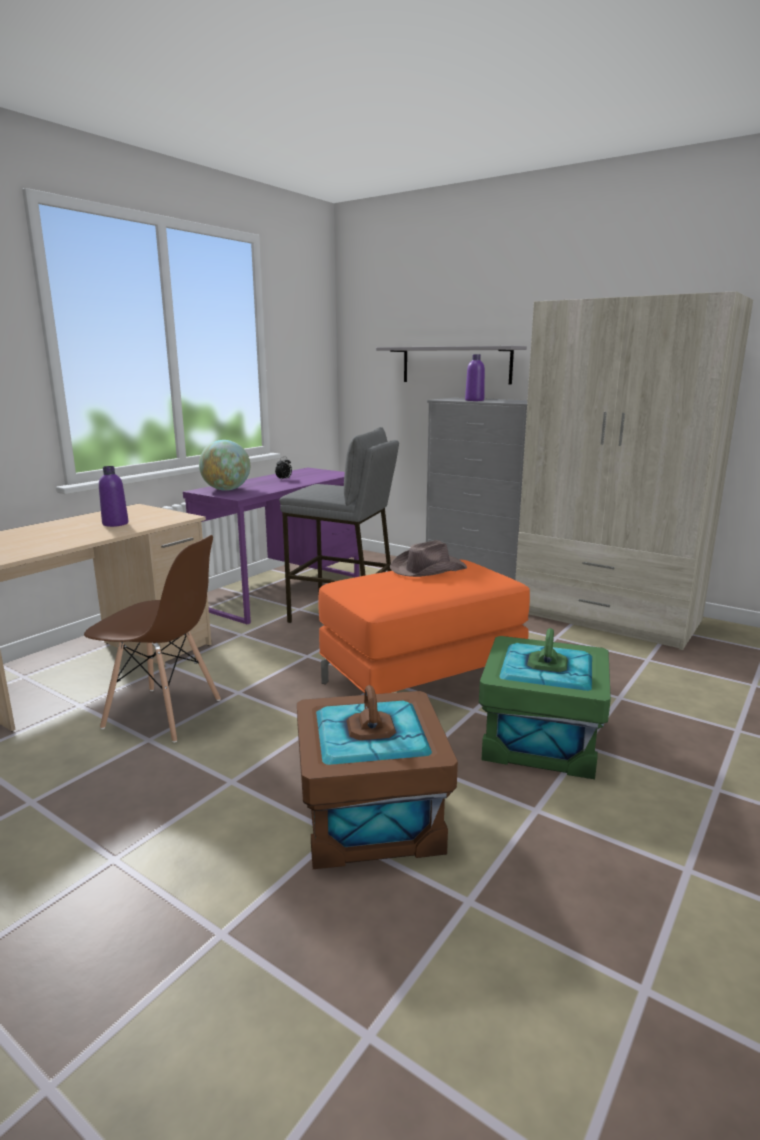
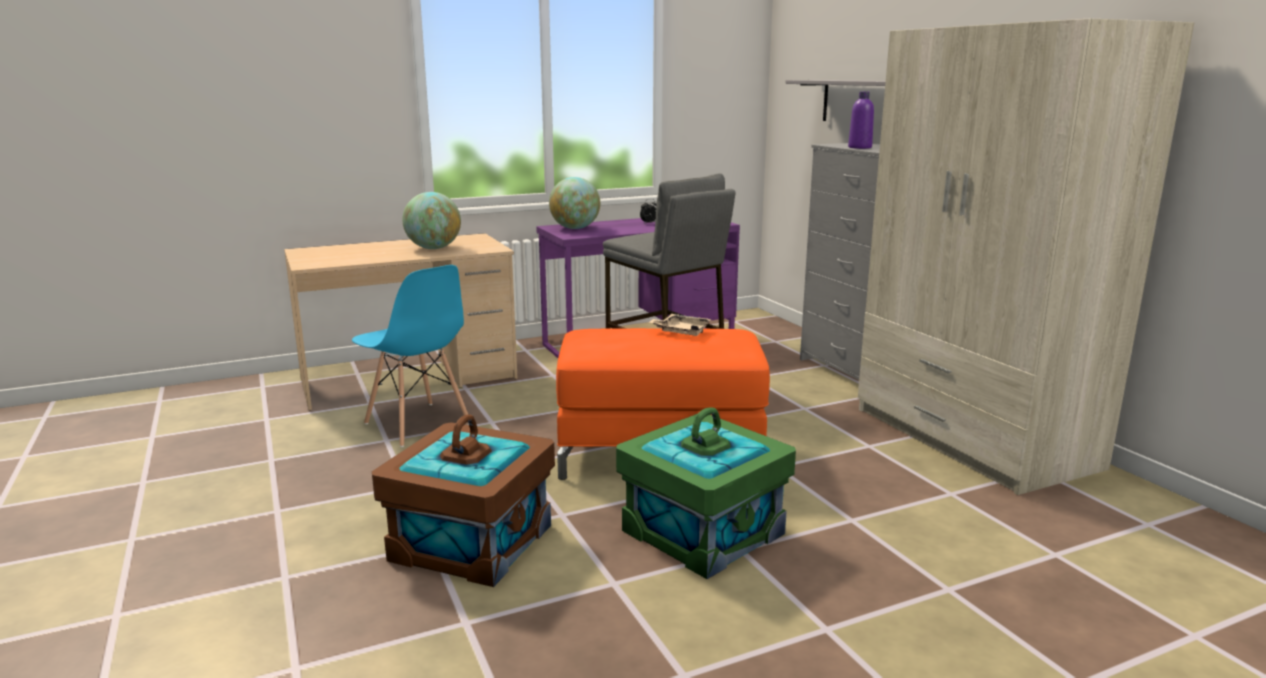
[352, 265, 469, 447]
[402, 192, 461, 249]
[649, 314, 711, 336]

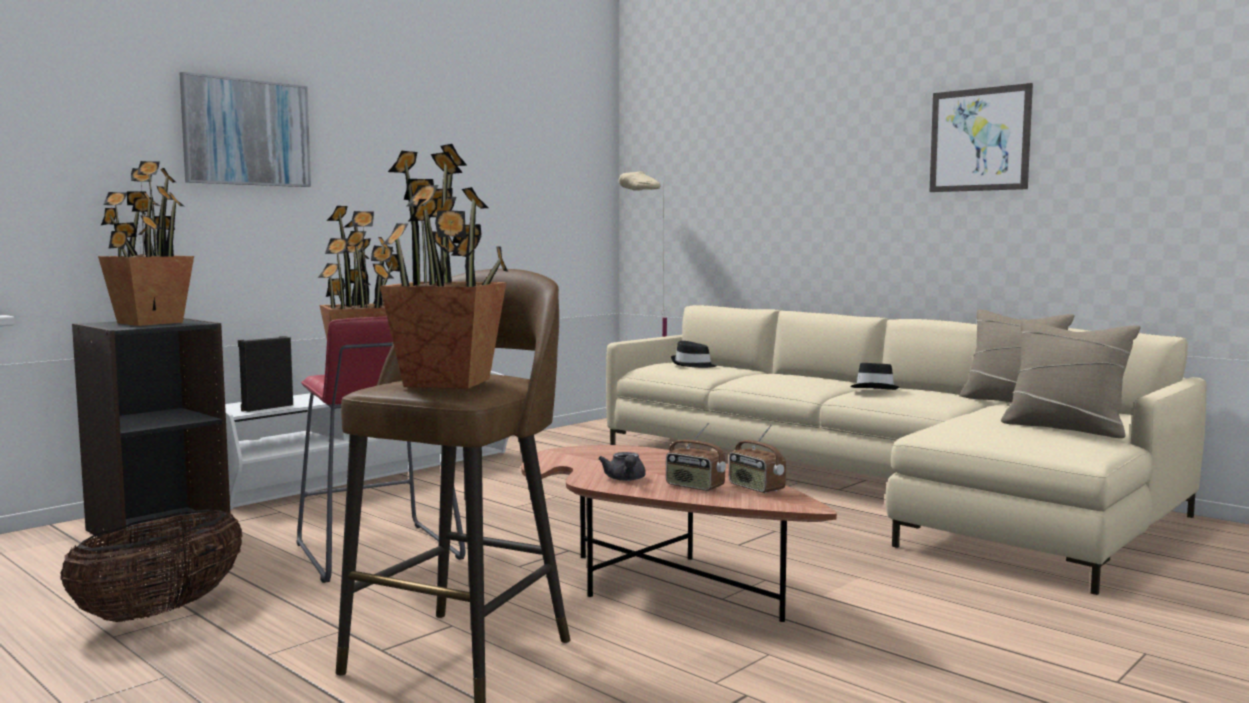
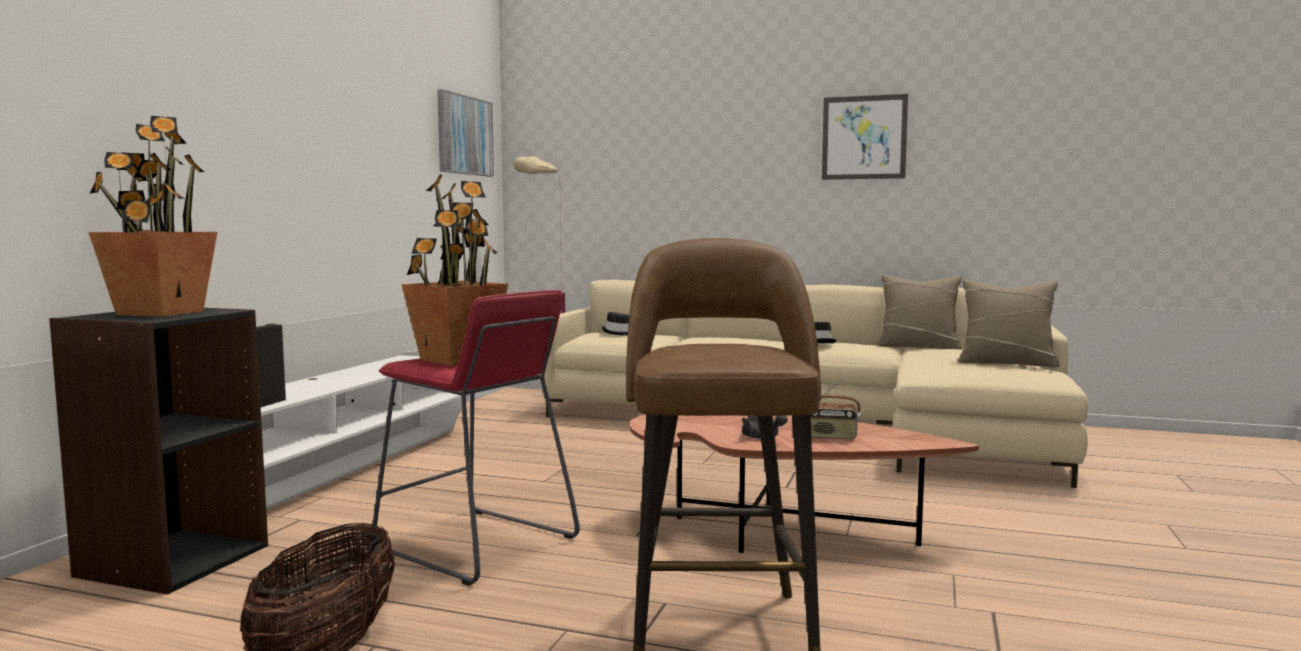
[437, 89, 494, 177]
[380, 144, 508, 389] (first image)
[729, 425, 786, 493] (first image)

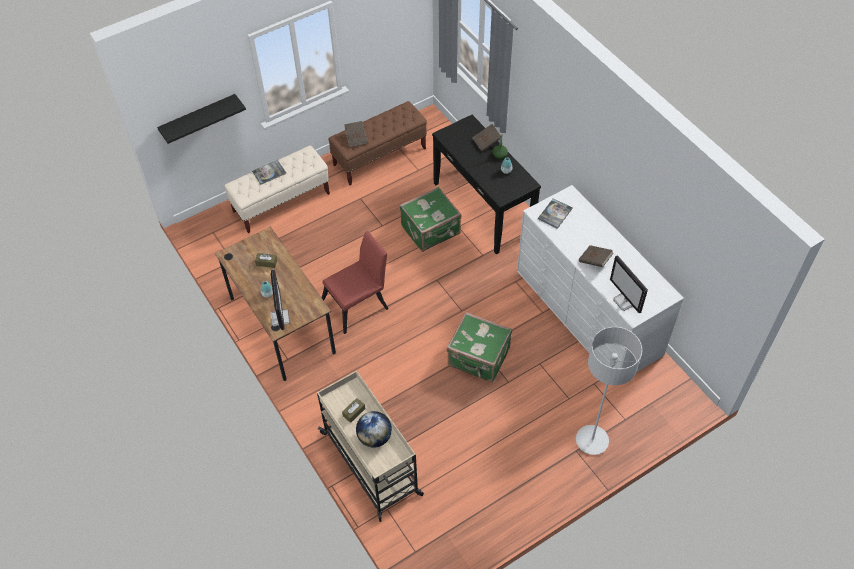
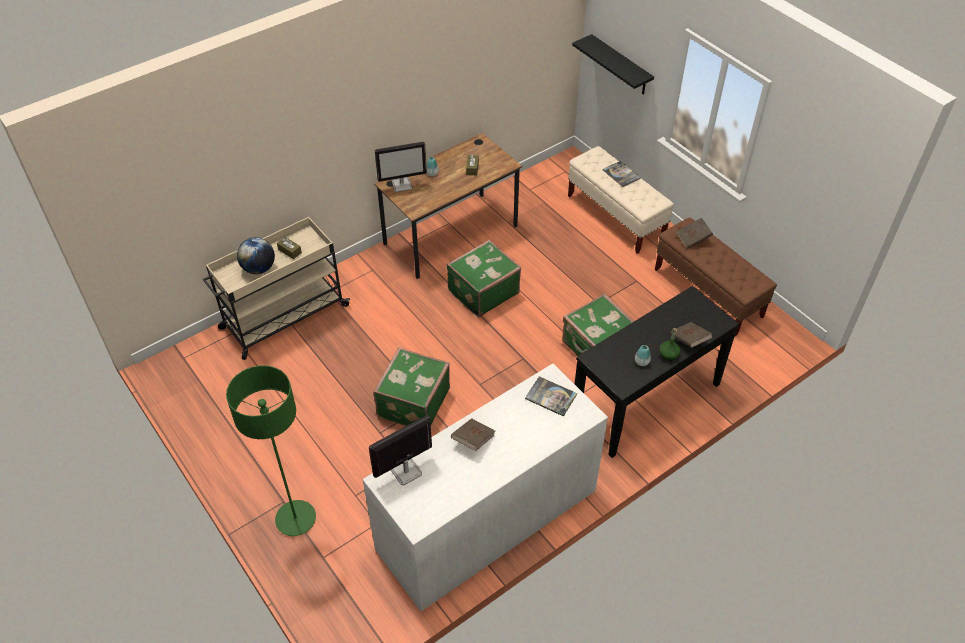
[226, 365, 316, 536]
[447, 240, 521, 318]

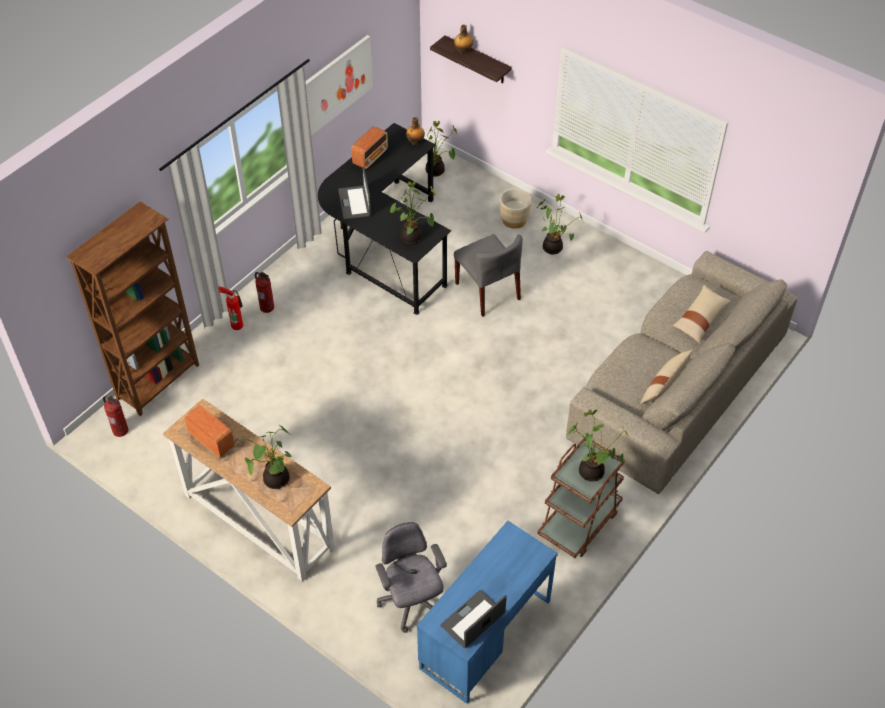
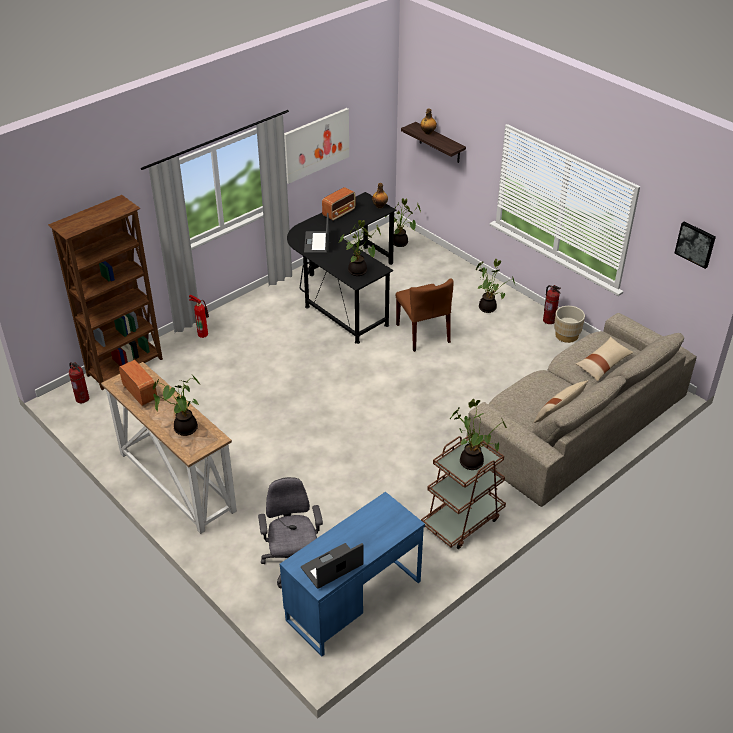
[396, 278, 454, 352]
[543, 285, 561, 324]
[554, 306, 585, 343]
[674, 222, 716, 269]

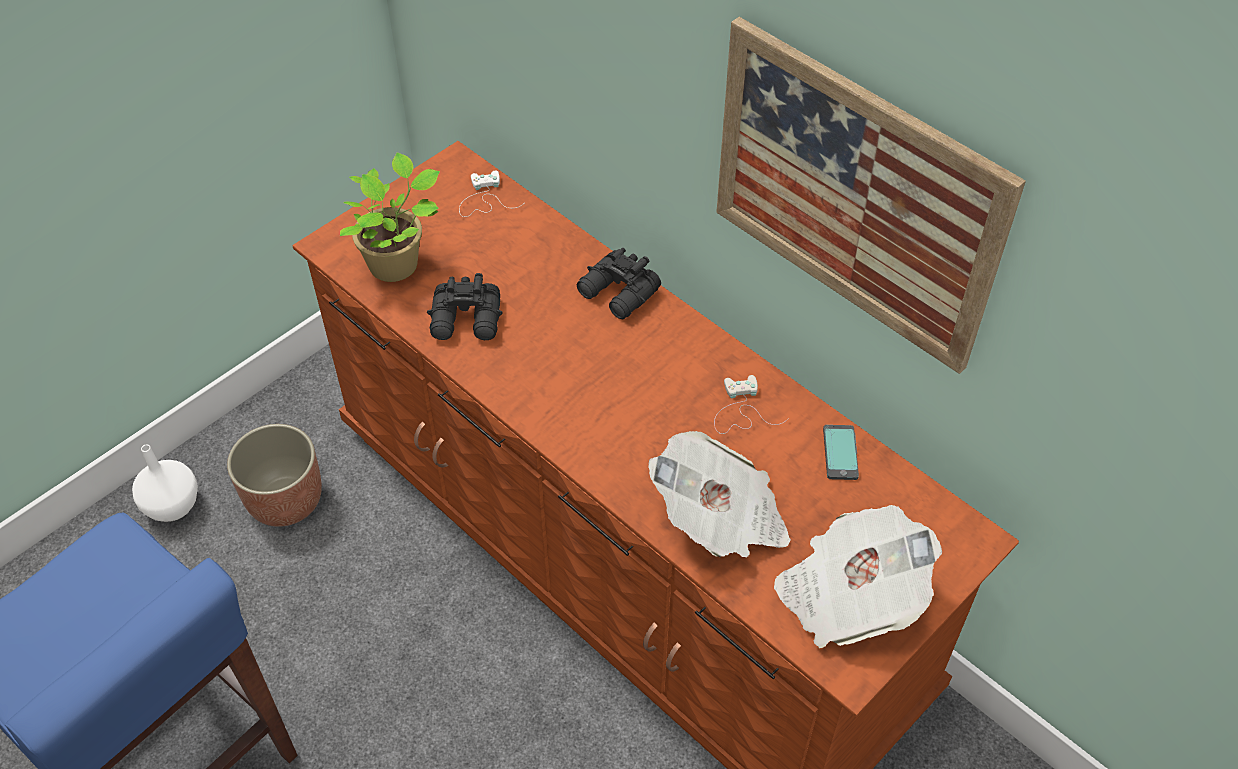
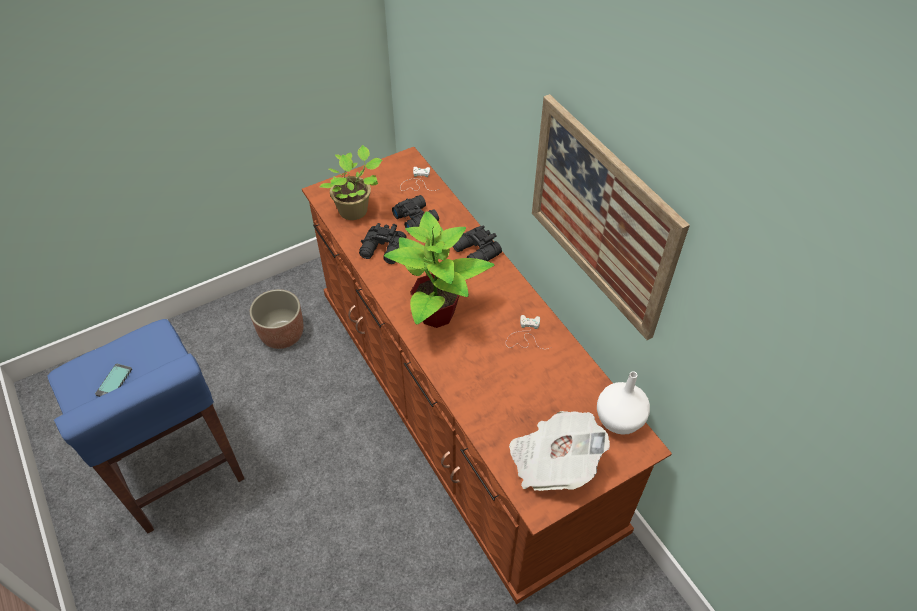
[95, 363, 132, 397]
[384, 211, 495, 328]
[392, 195, 439, 234]
[597, 371, 650, 435]
[648, 431, 791, 558] (first image)

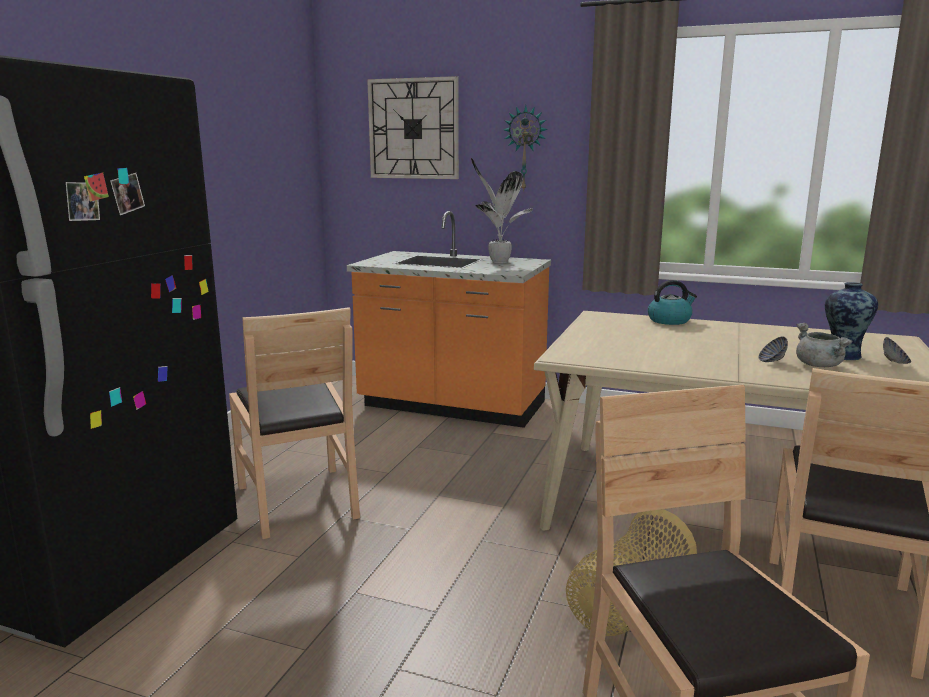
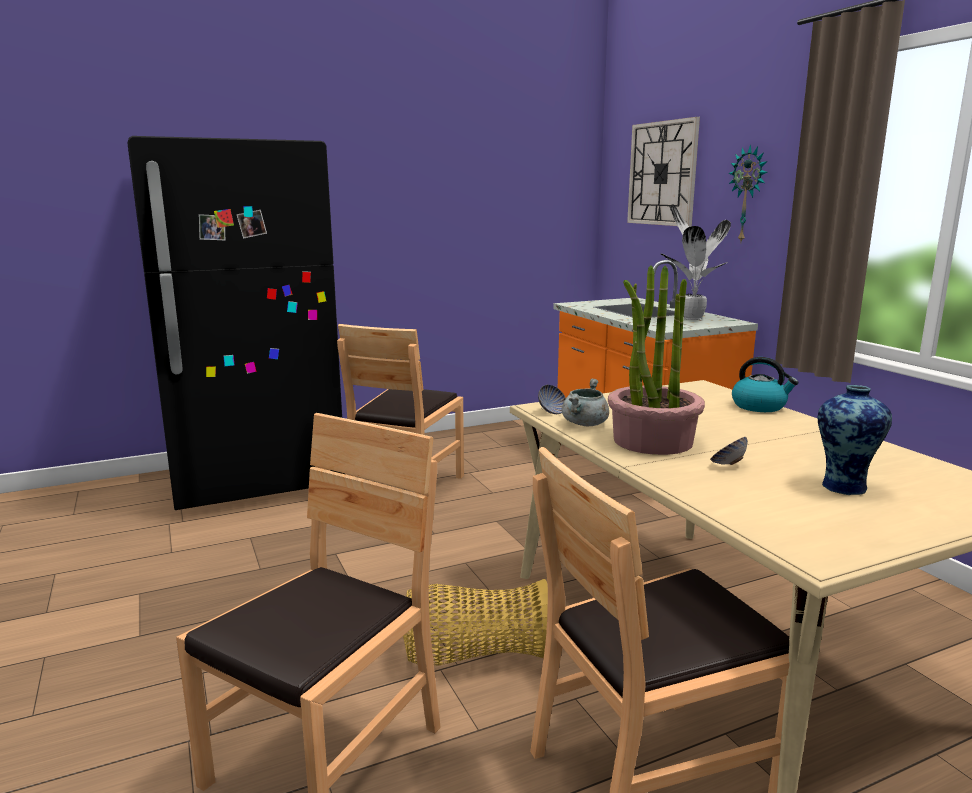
[538, 385, 566, 414]
[562, 379, 609, 426]
[608, 265, 705, 455]

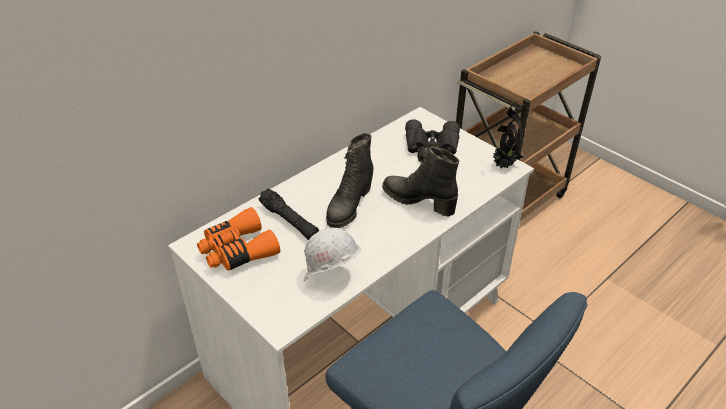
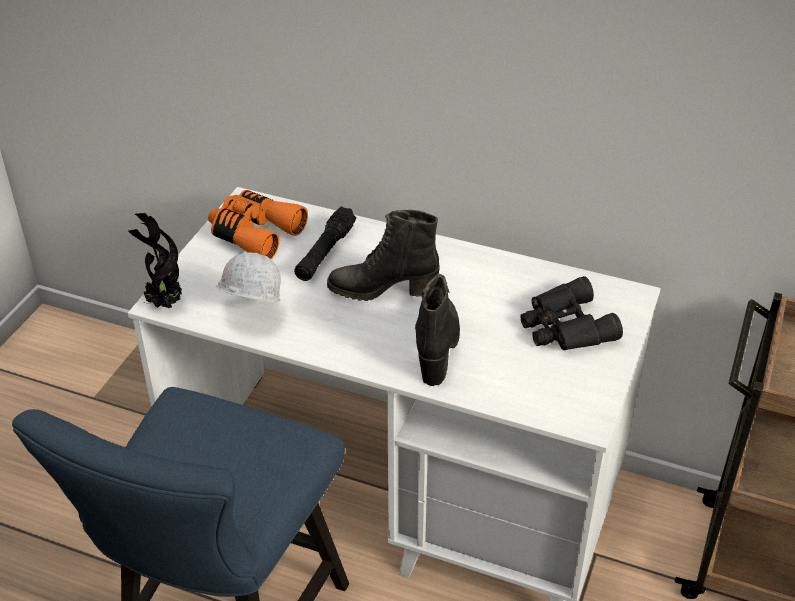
[129, 213, 182, 308]

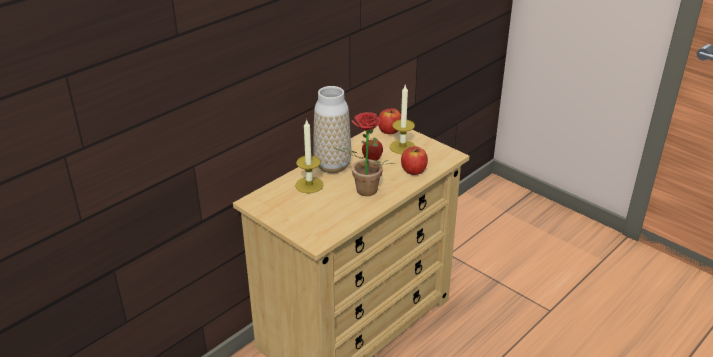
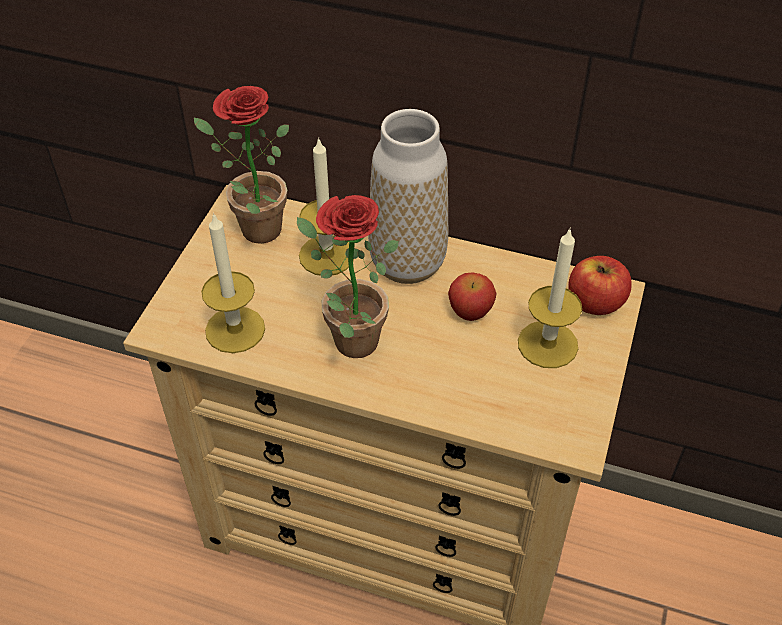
[194, 86, 289, 244]
[201, 213, 265, 353]
[401, 146, 428, 175] (first image)

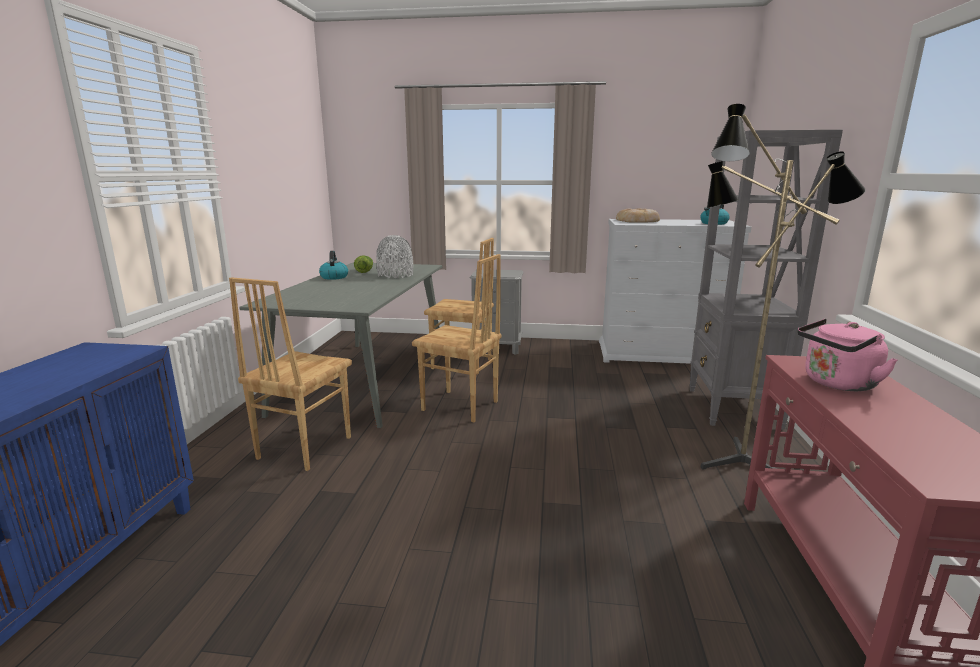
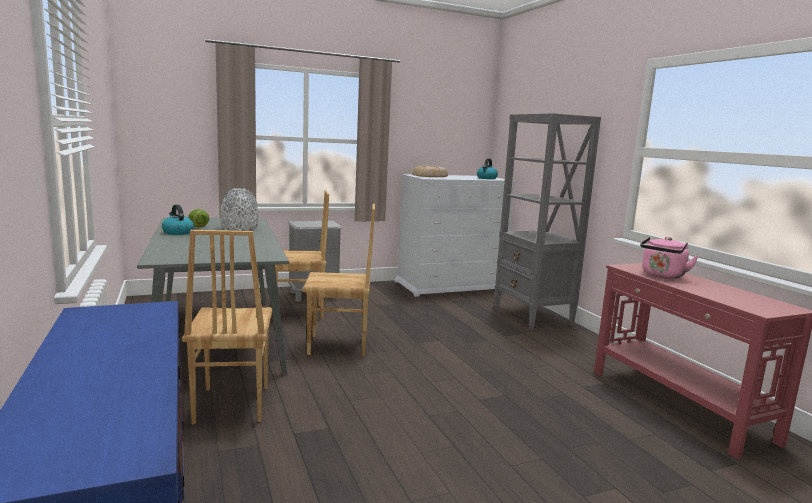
[701, 104, 866, 469] (first image)

